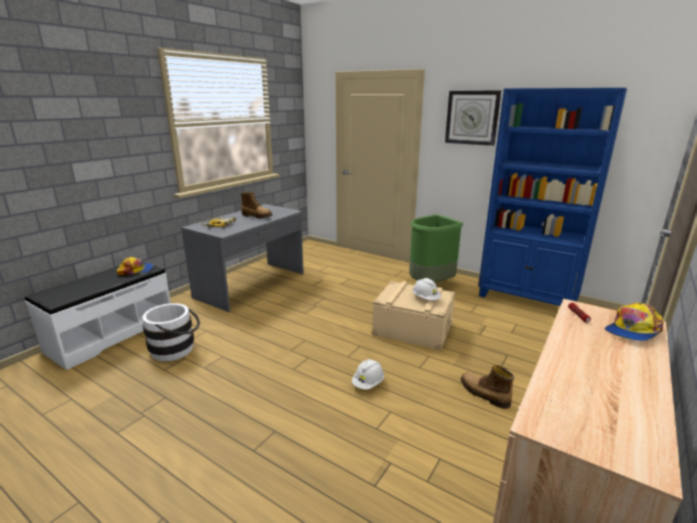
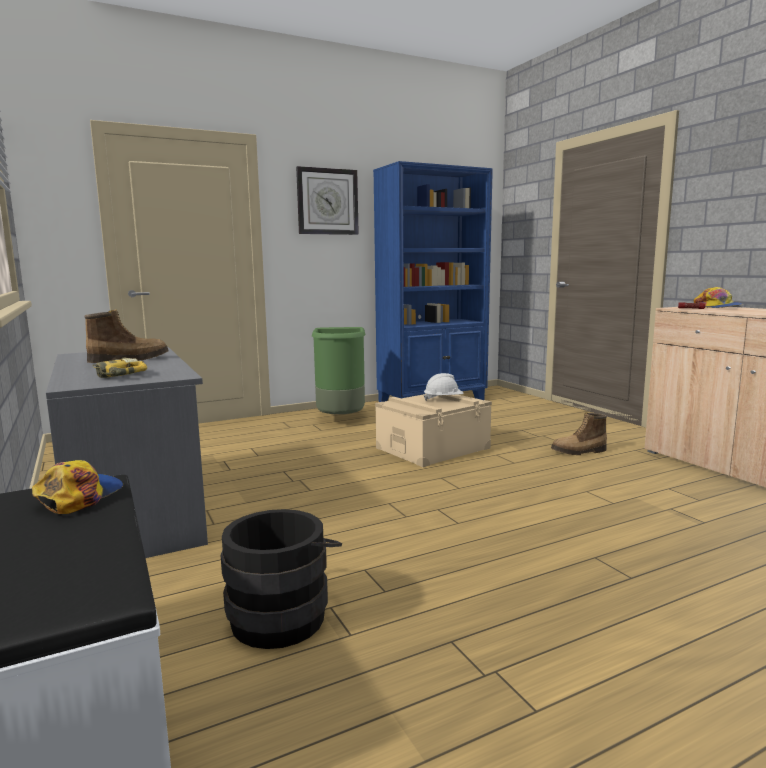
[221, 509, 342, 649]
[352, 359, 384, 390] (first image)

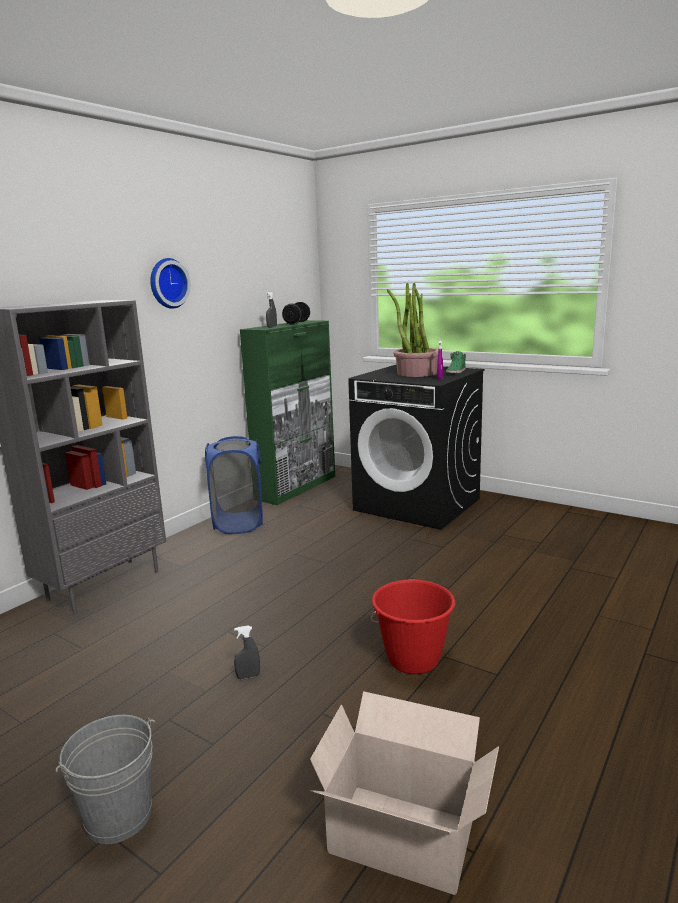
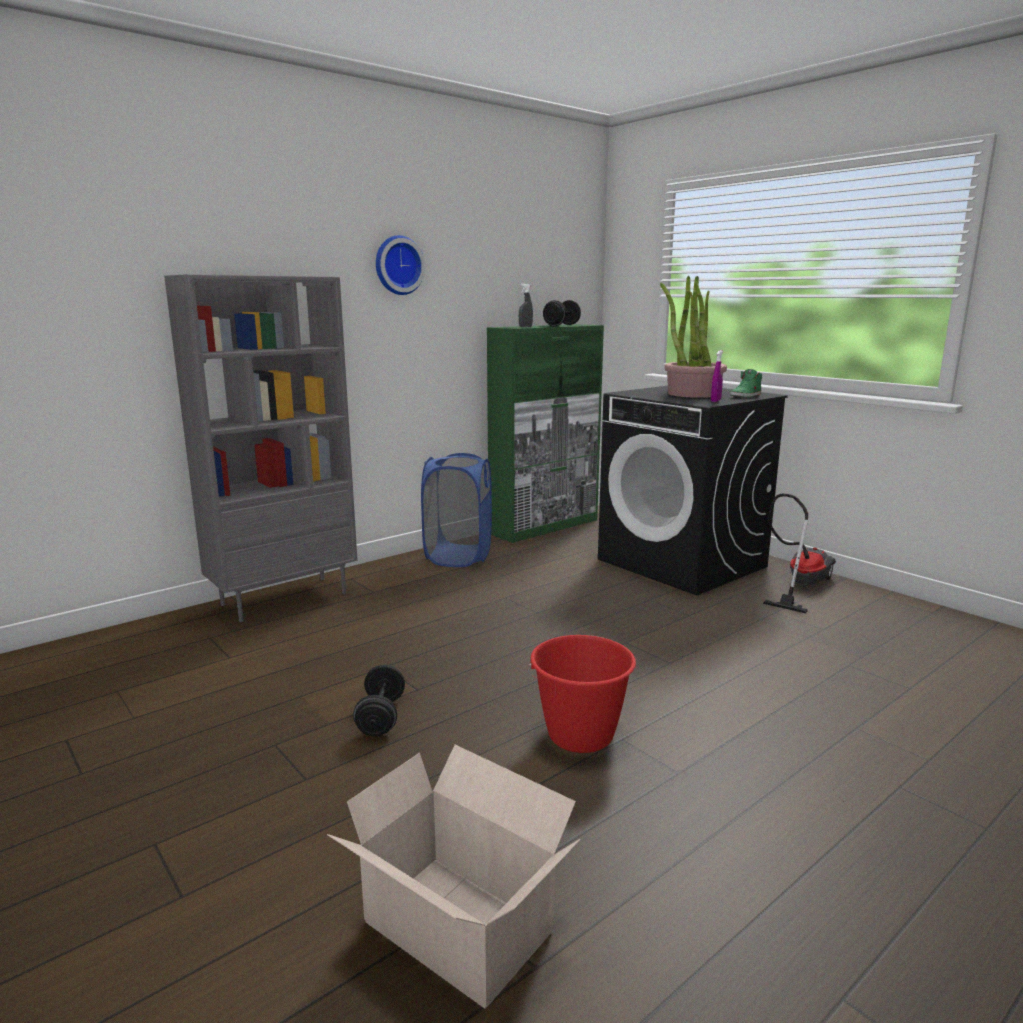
[353, 665, 405, 736]
[763, 493, 836, 613]
[56, 715, 155, 844] (first image)

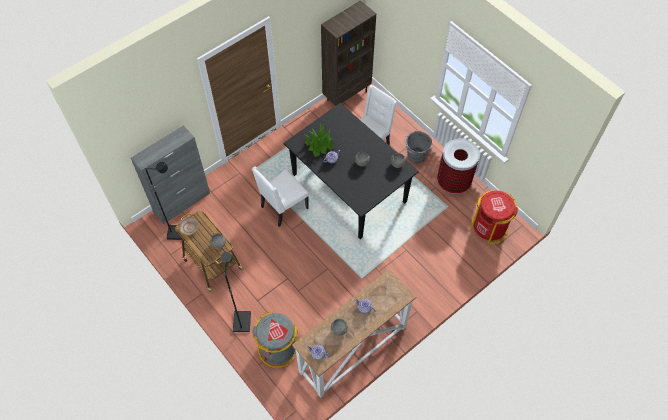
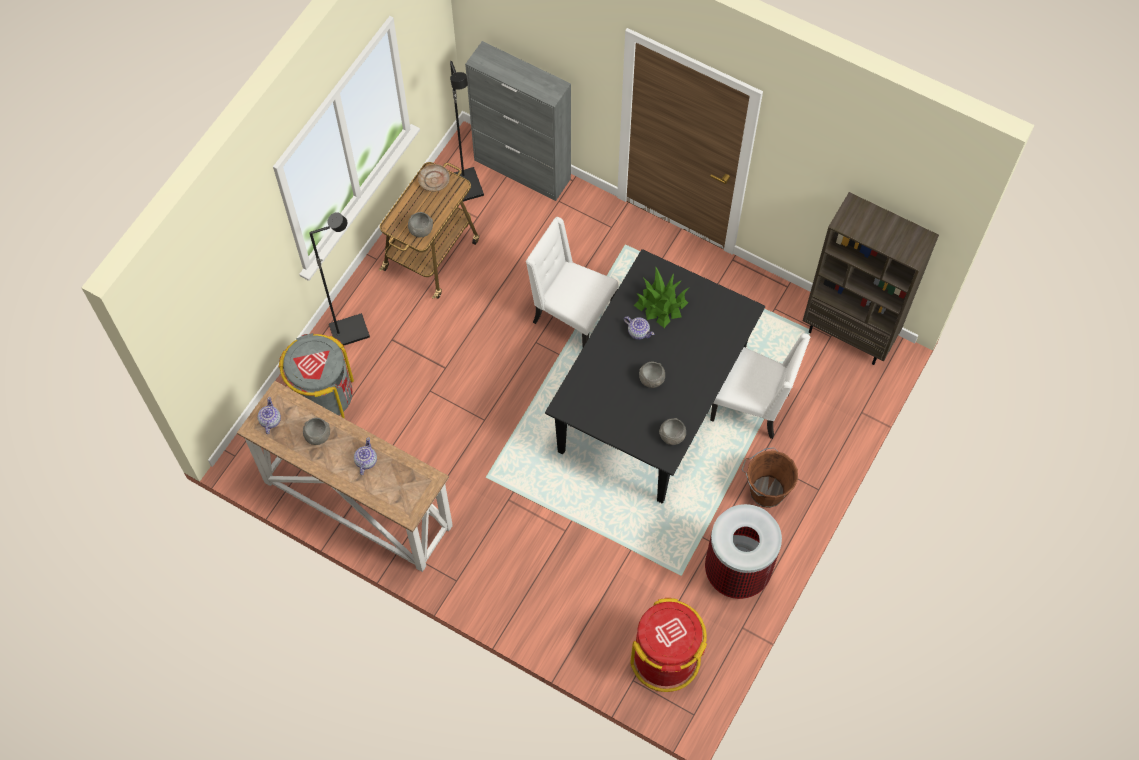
[741, 447, 798, 508]

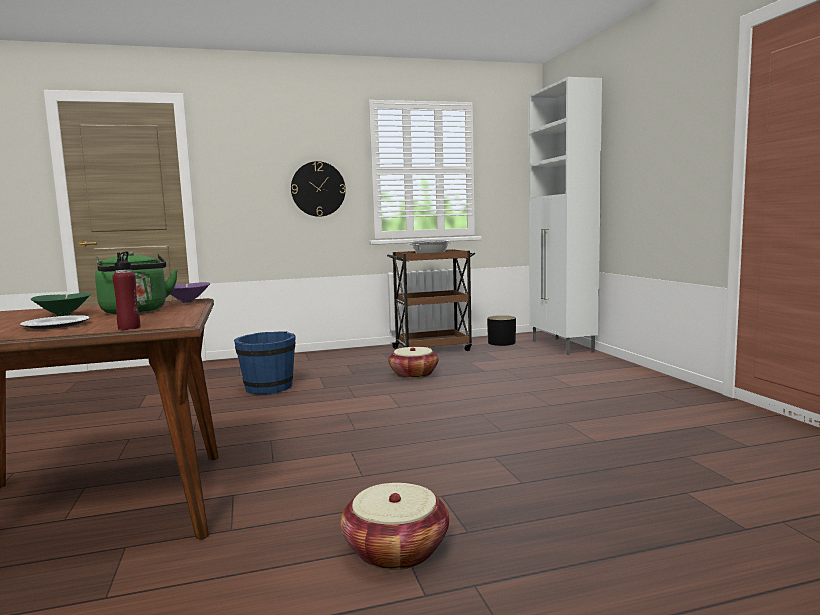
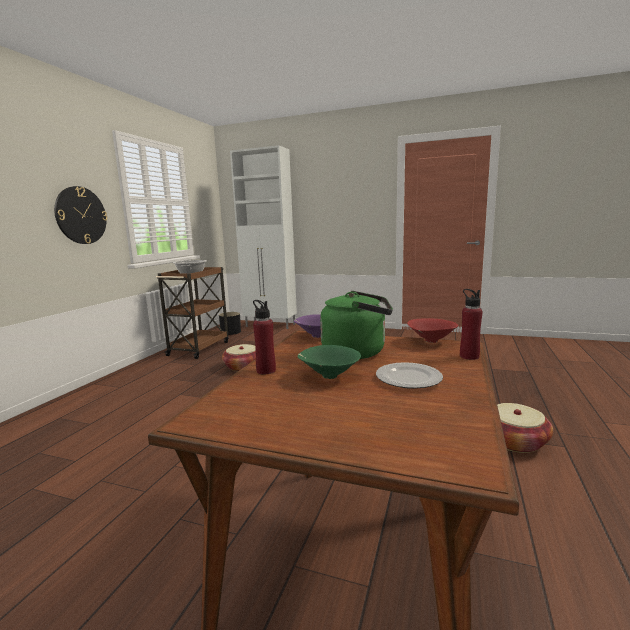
[253, 300, 276, 375]
[407, 318, 458, 343]
[234, 332, 296, 394] (first image)

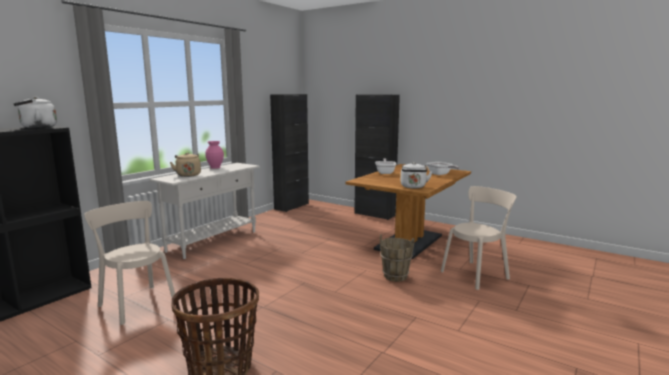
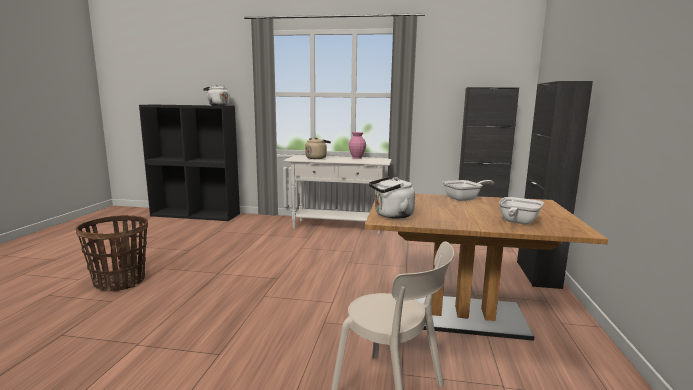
[84, 201, 175, 325] (first image)
[380, 234, 414, 282] (first image)

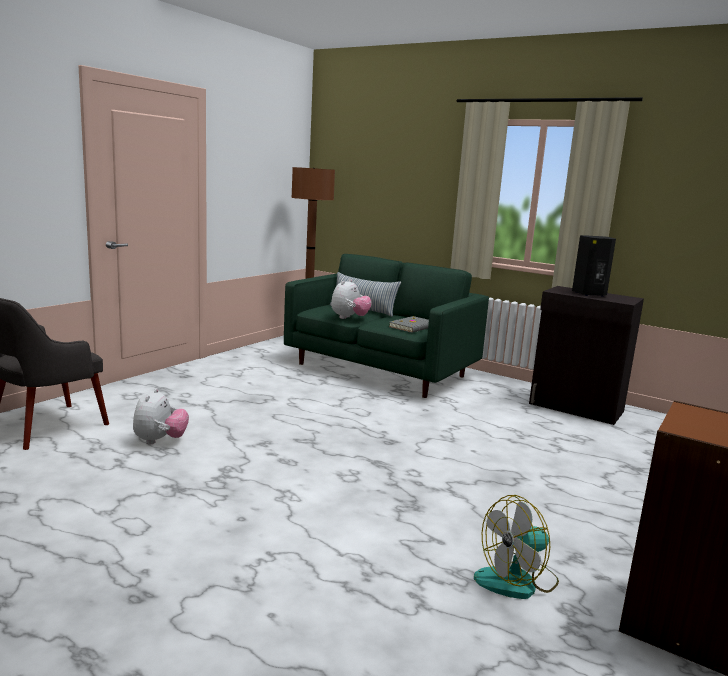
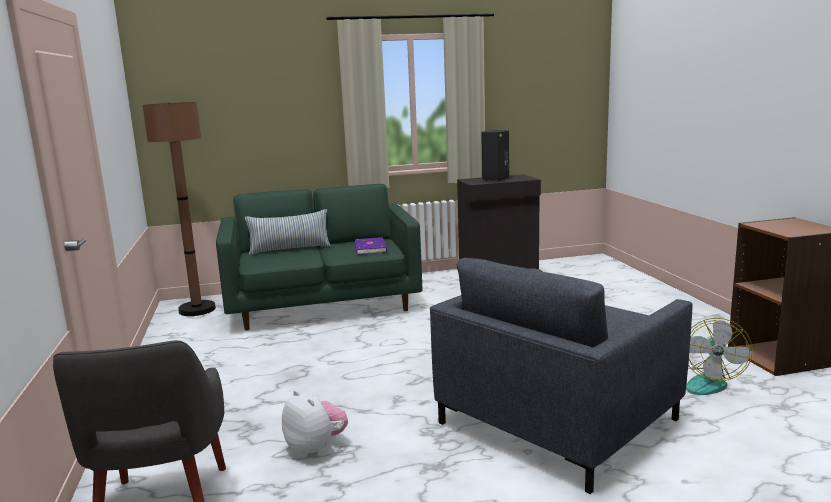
[355, 237, 387, 255]
[430, 258, 693, 494]
[331, 279, 372, 319] (first image)

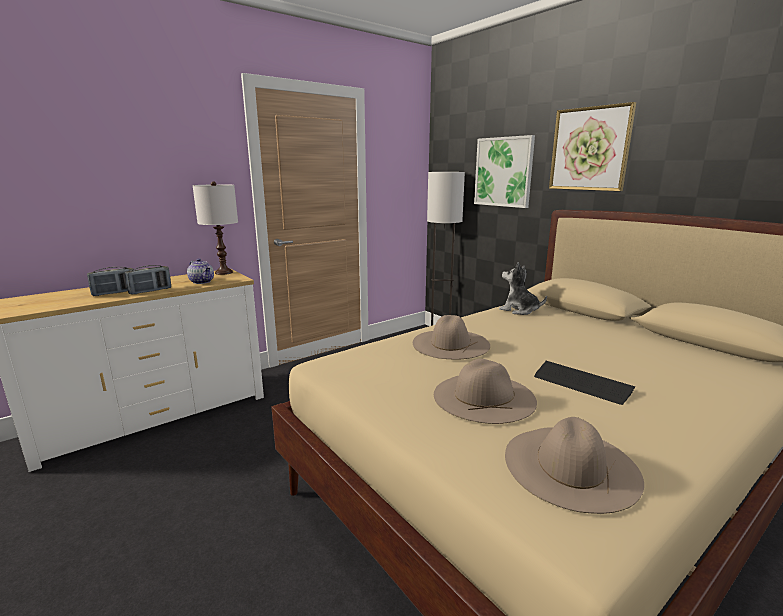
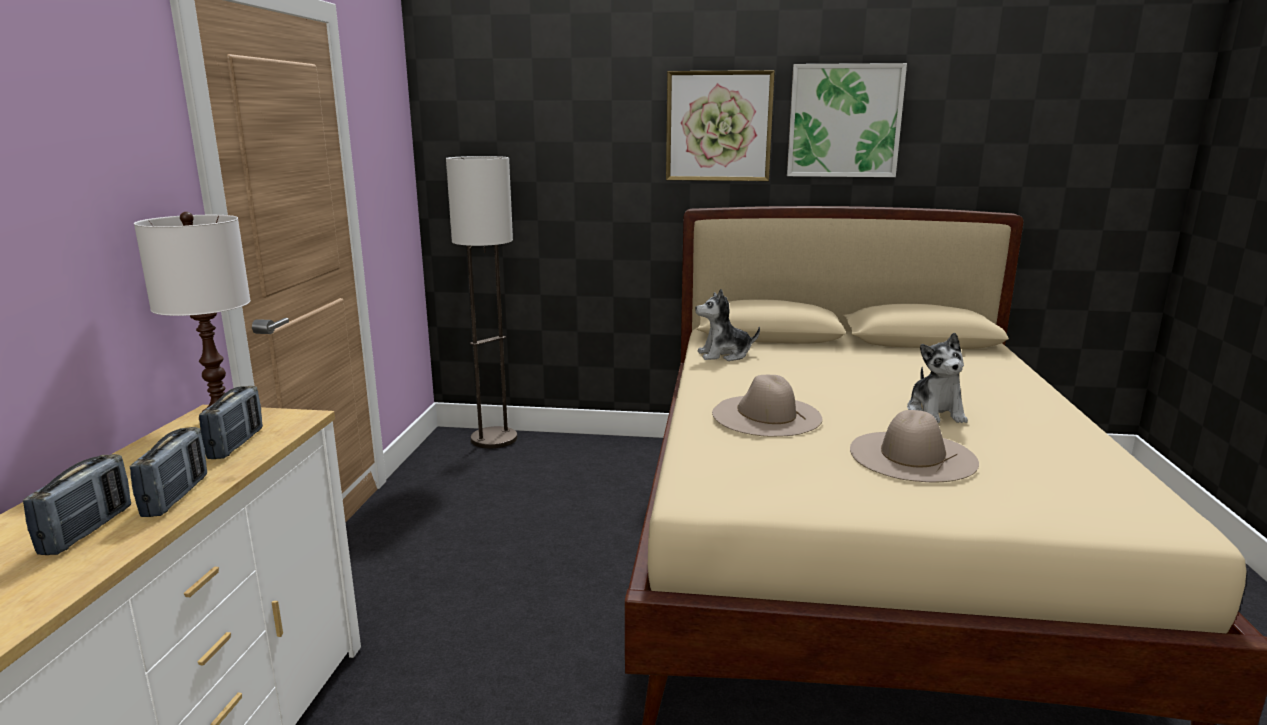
[199, 386, 263, 459]
[787, 63, 907, 177]
[907, 333, 968, 423]
[505, 417, 644, 514] (first image)

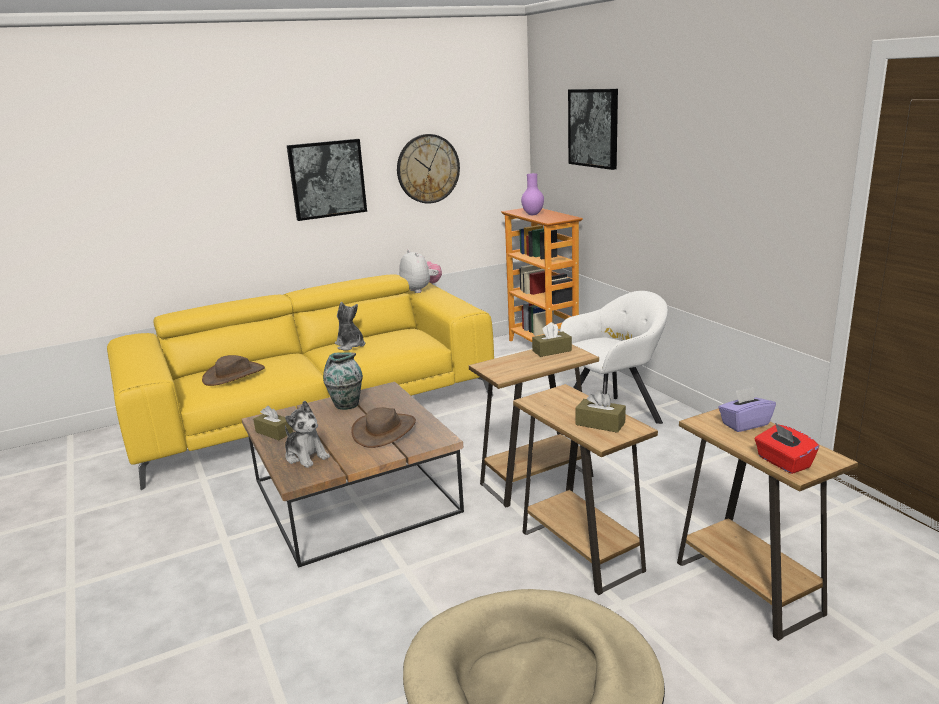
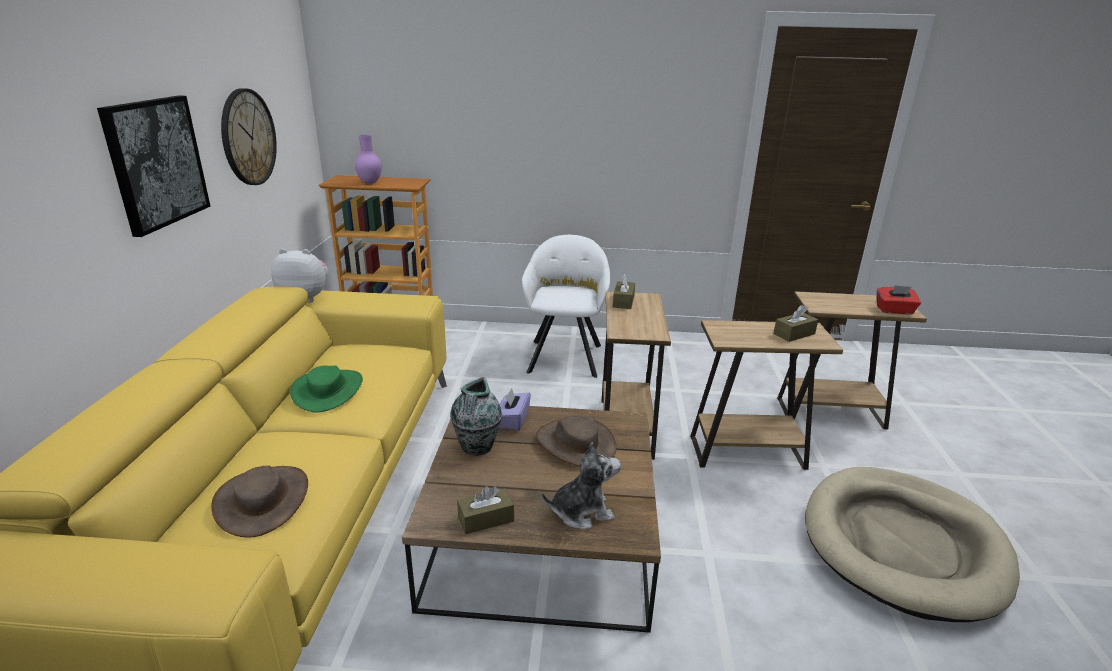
[290, 365, 363, 412]
[499, 388, 531, 431]
[568, 89, 618, 170] (first image)

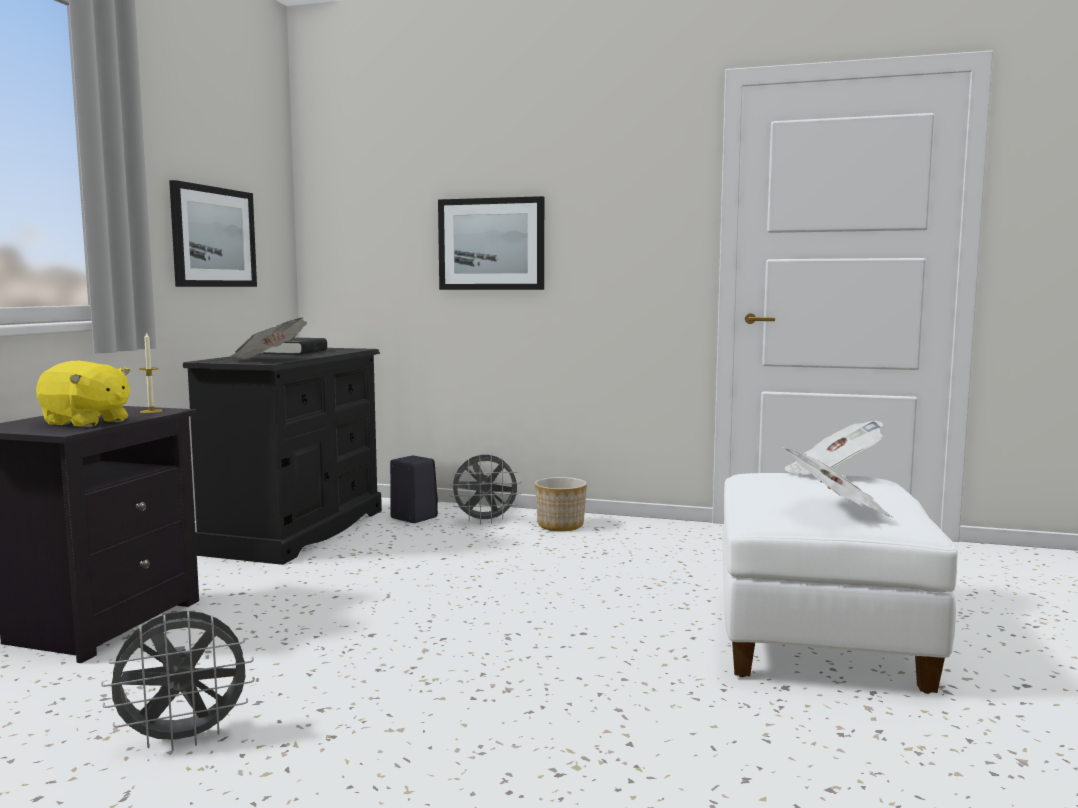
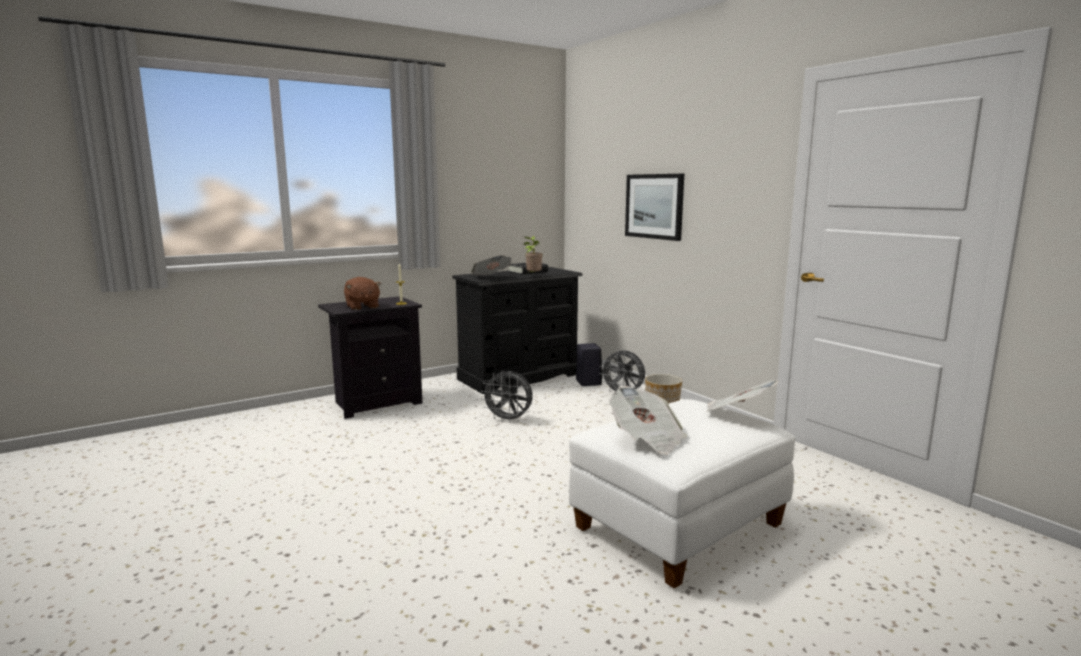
[344, 277, 381, 310]
[481, 370, 533, 423]
[524, 236, 543, 273]
[169, 180, 257, 287] (first image)

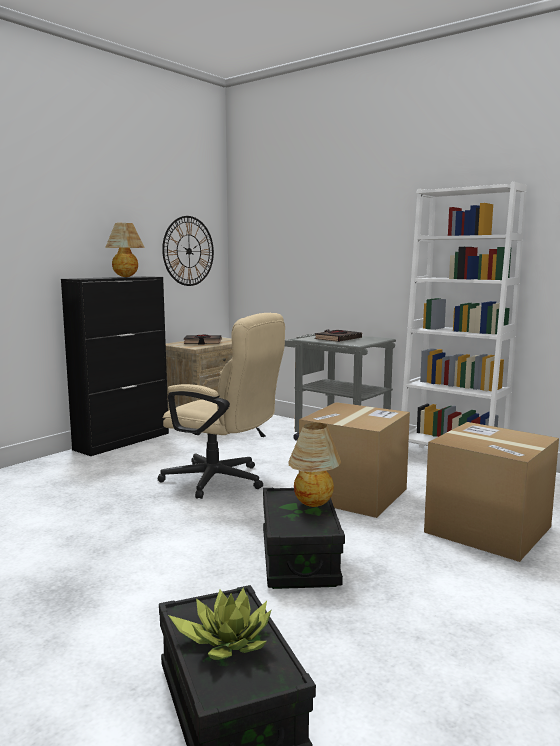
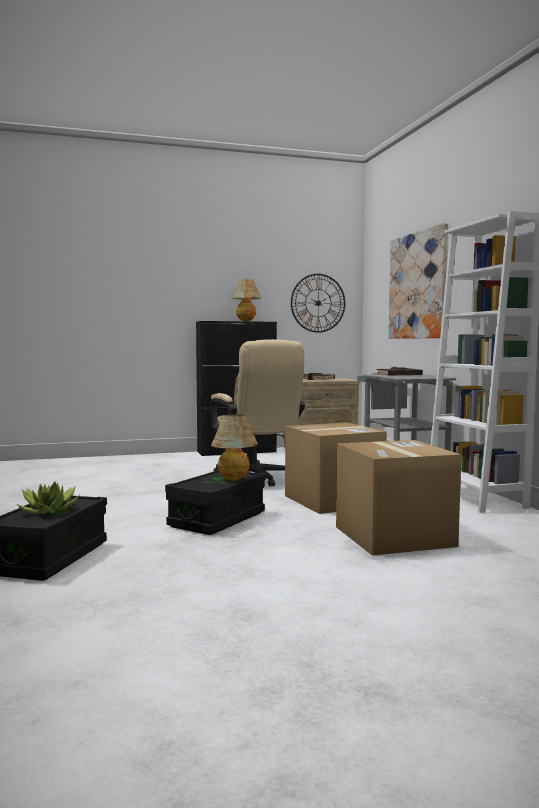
[389, 223, 448, 339]

